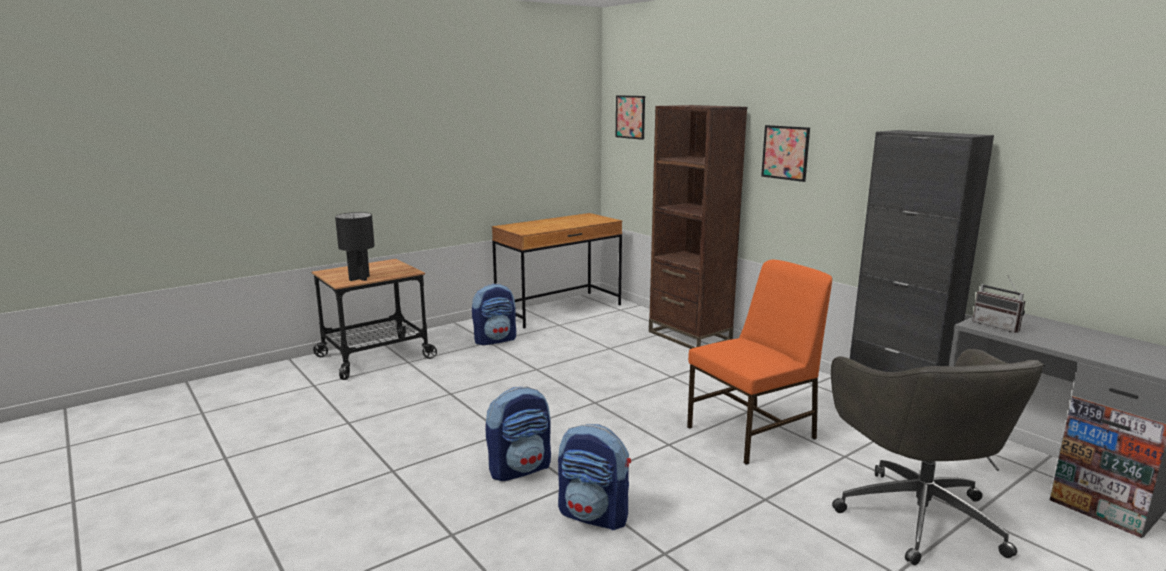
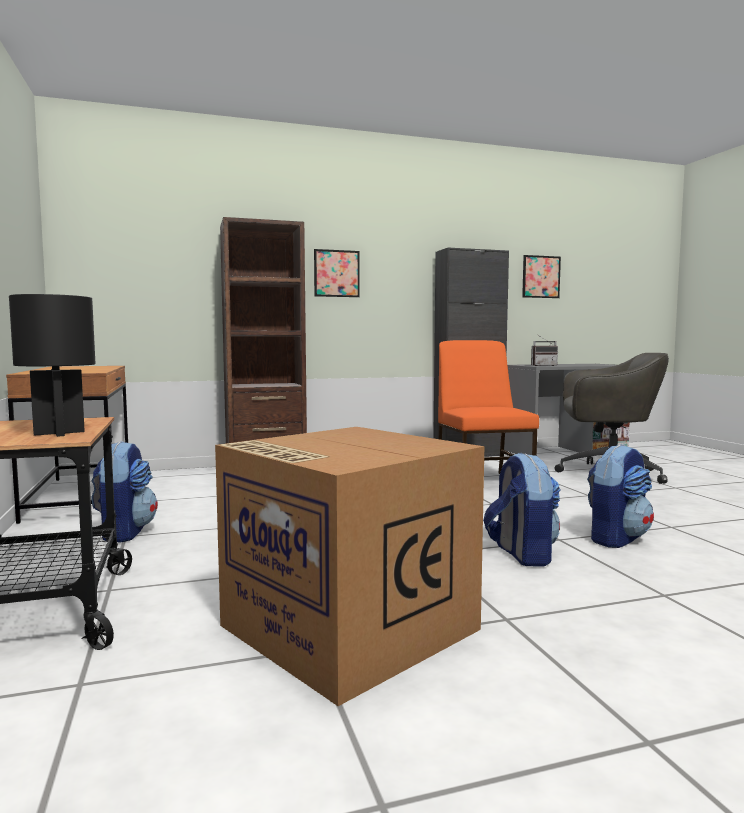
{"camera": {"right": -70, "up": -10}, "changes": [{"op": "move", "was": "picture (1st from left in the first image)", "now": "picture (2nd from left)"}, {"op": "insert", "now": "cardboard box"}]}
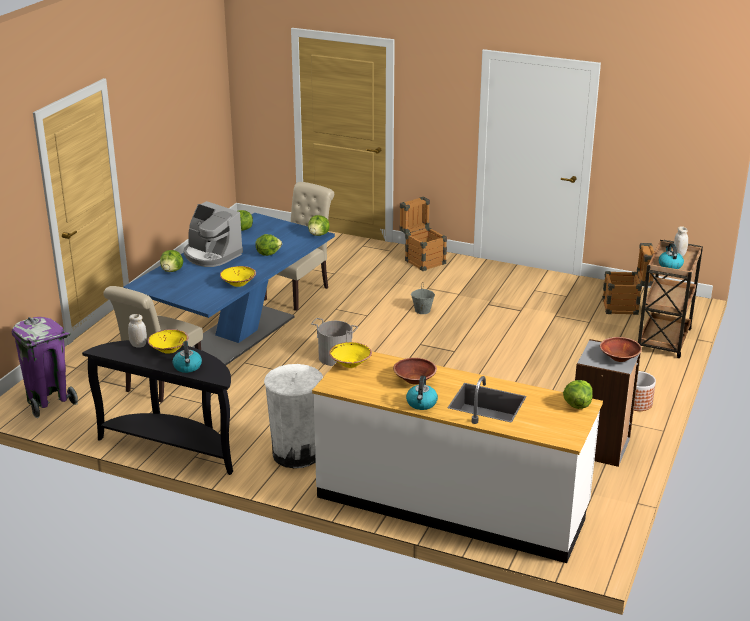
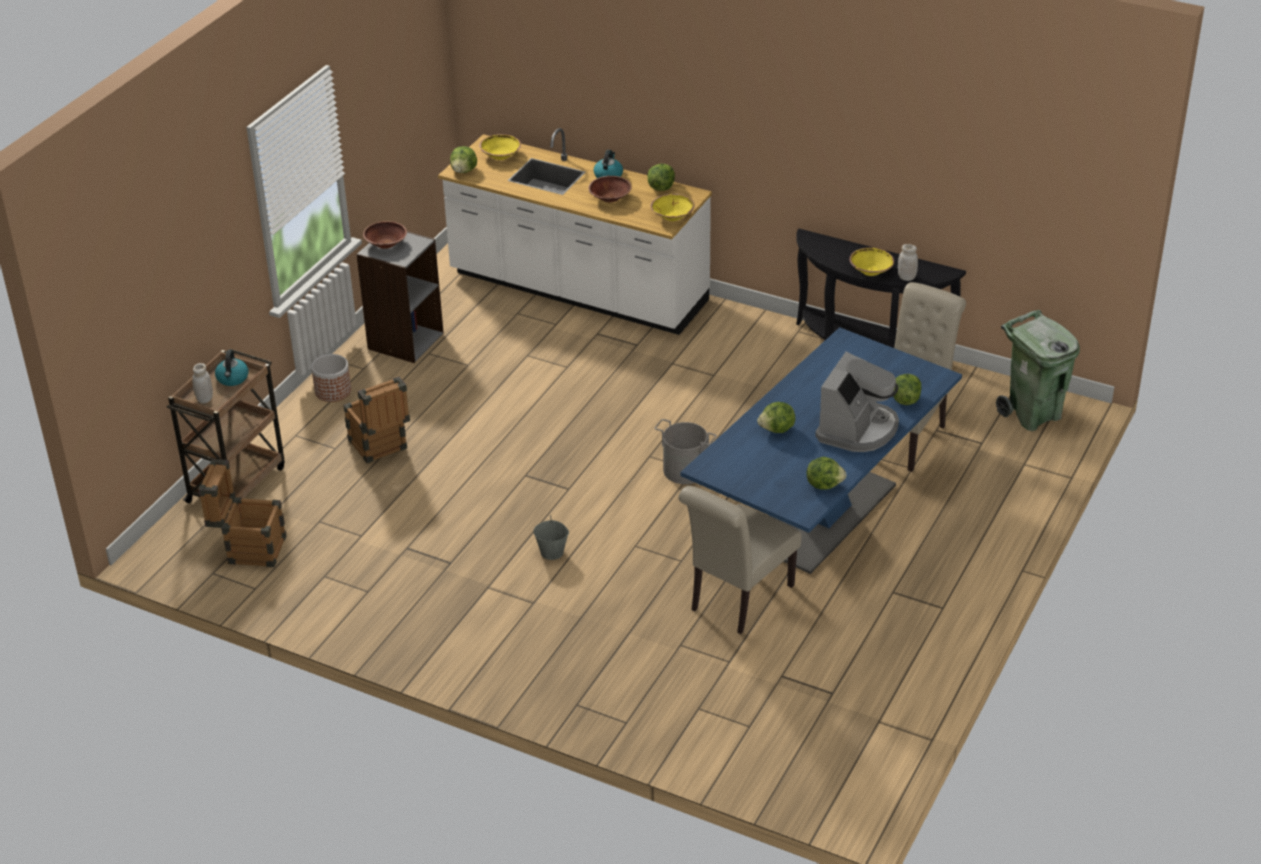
{"camera": {"right": -175, "up": 10}, "changes": [{"op": "move", "was": "crate (1st from left in the first image)", "now": "crate (2nd from left)"}, {"op": "rotate", "was": "coffee machine", "clockwise": 75}, {"op": "move", "was": "lettuce (4th from left in the first image)", "now": "lettuce (2nd from left)"}, {"op": "move", "was": "yellow bowl (2nd from left in the first image)", "now": "yellow bowl (1st from left)"}, {"op": "recolor", "was": "purple trash can", "now": "green trash can"}, {"op": "delete", "was": "kettle (1st from left)"}, {"op": "delete", "was": "white trash can"}]}
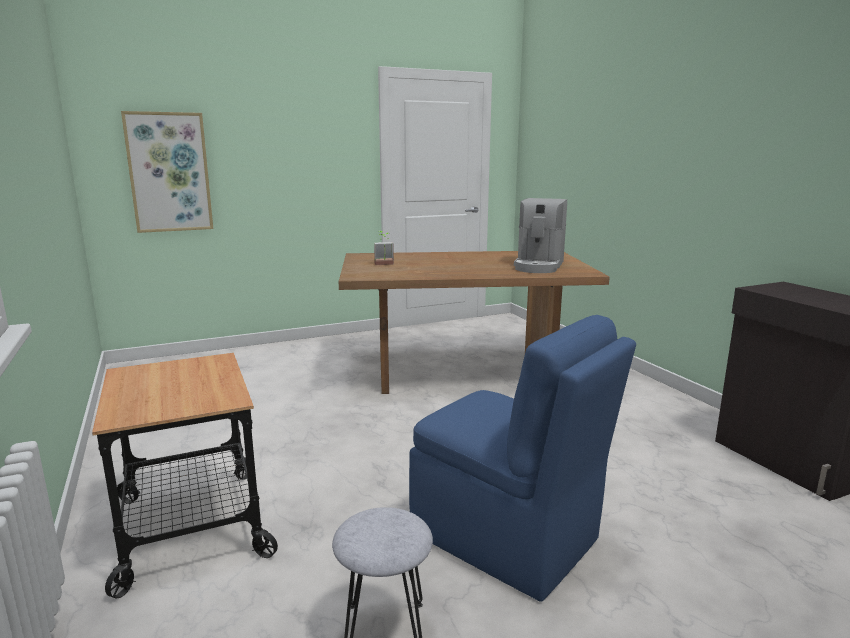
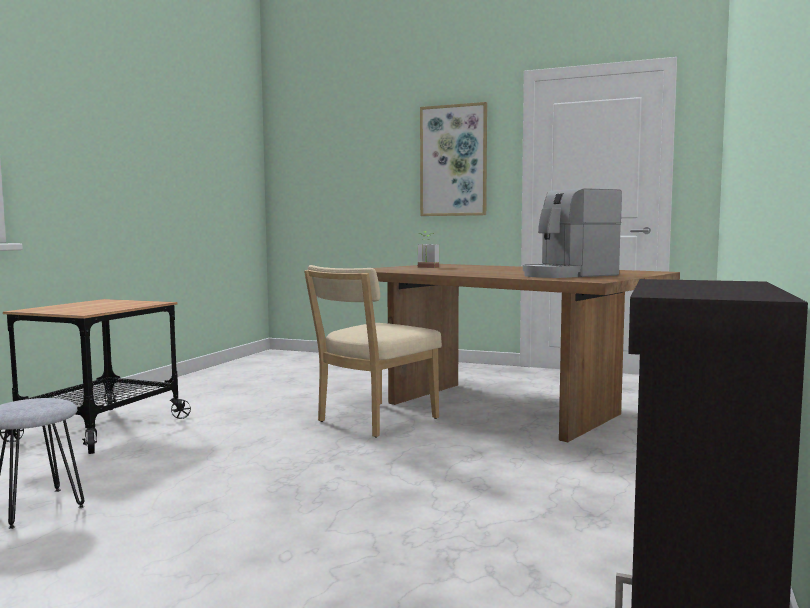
{"camera": {"right": 45, "up": -10}, "changes": [{"op": "move", "was": "picture"}, {"op": "delete", "was": "blue chair"}, {"op": "insert", "now": "beige chair"}]}
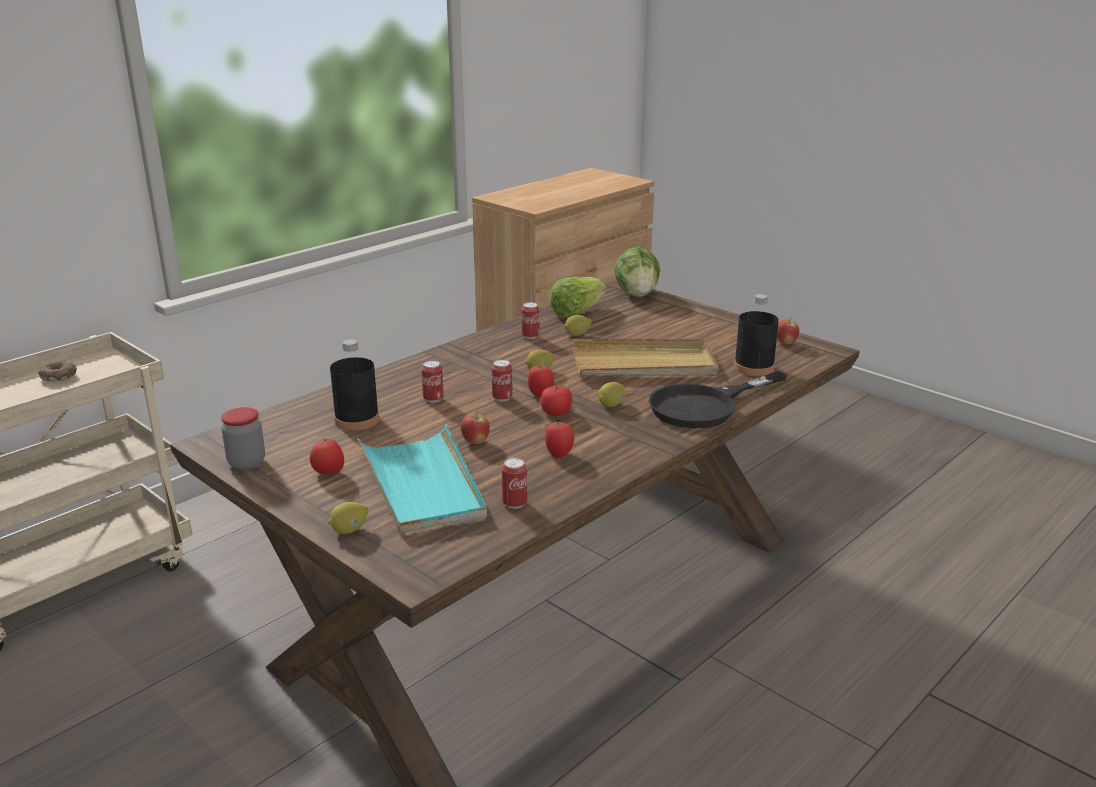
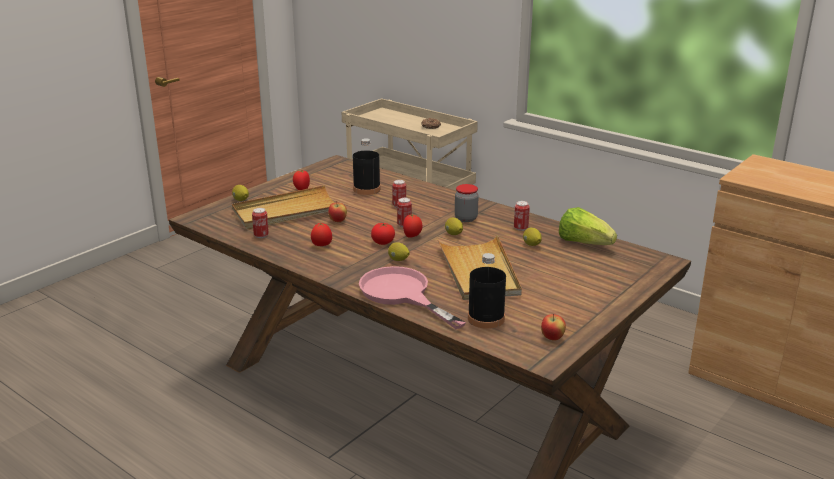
{"camera": {"right": 85, "up": 0}, "changes": [{"op": "delete", "was": "lettuce (2nd from left)"}, {"op": "recolor", "was": "black frying pan", "now": "pink frying pan"}, {"op": "move", "was": "jar"}, {"op": "recolor", "was": "turquoise tray", "now": "beige tray (1st from left)"}]}
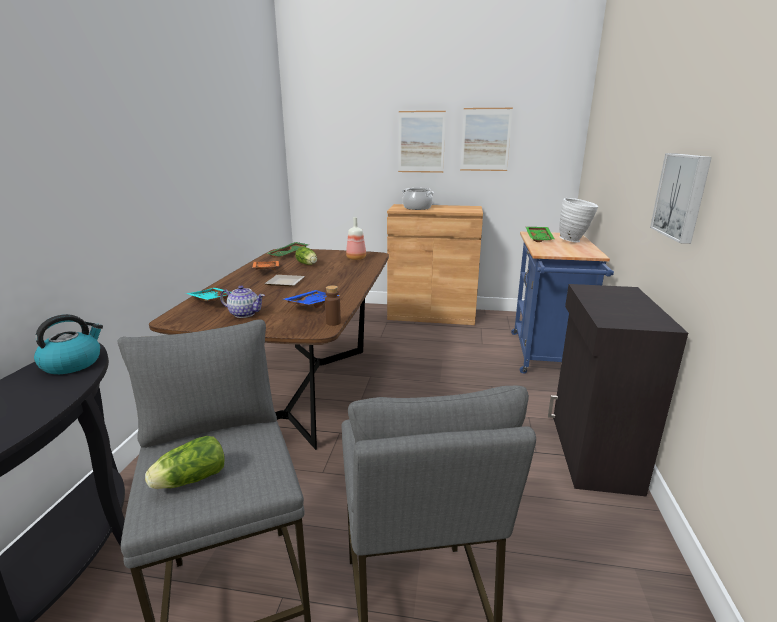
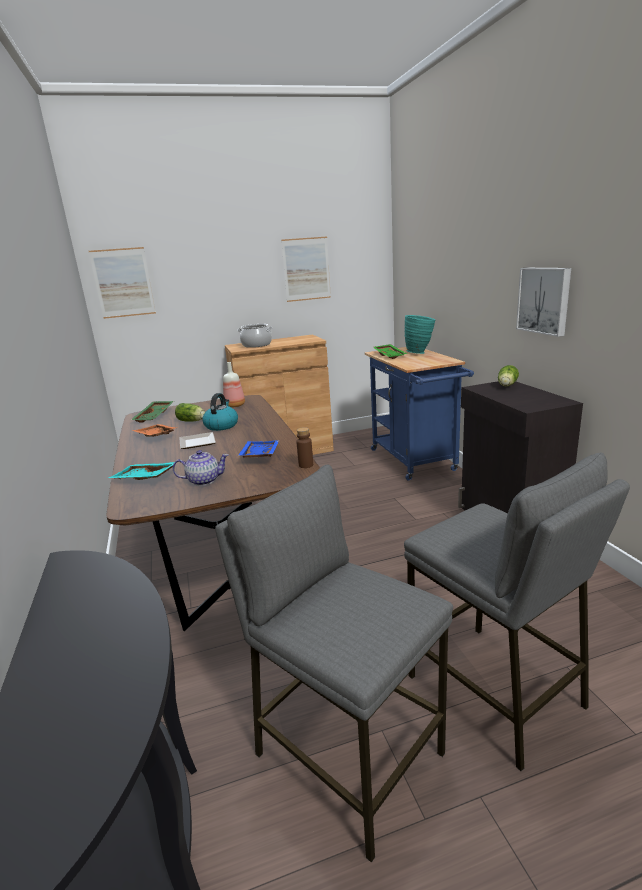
{"camera": {"right": -25, "up": 0}, "changes": [{"op": "move", "was": "picture (1st from left)"}, {"op": "recolor", "was": "white vase", "now": "turquoise vase"}, {"op": "move", "was": "kettle"}, {"op": "move", "was": "lettuce (1st from left in the first image)", "now": "lettuce (2nd from left)"}]}
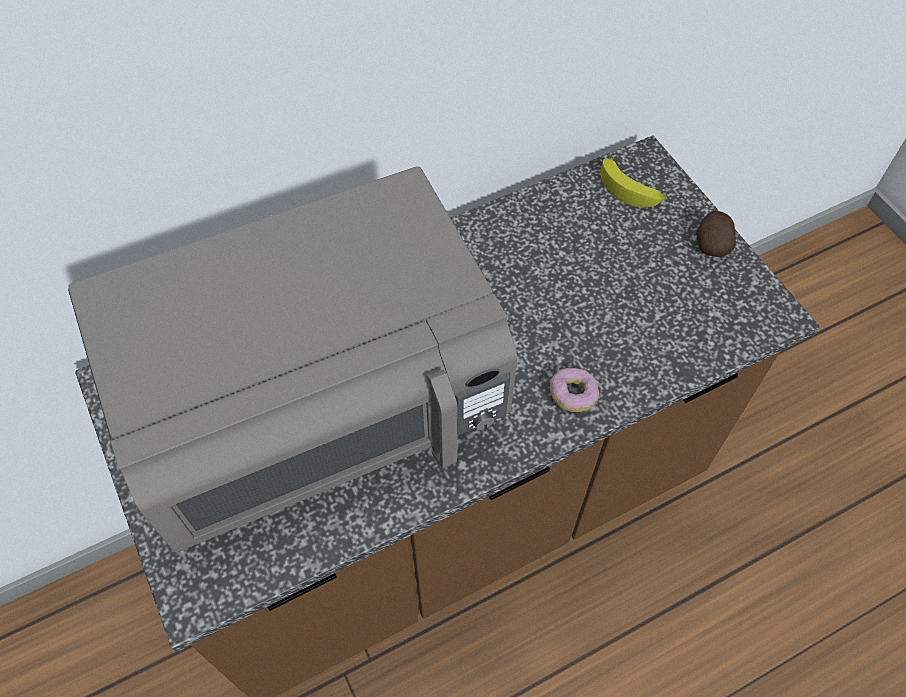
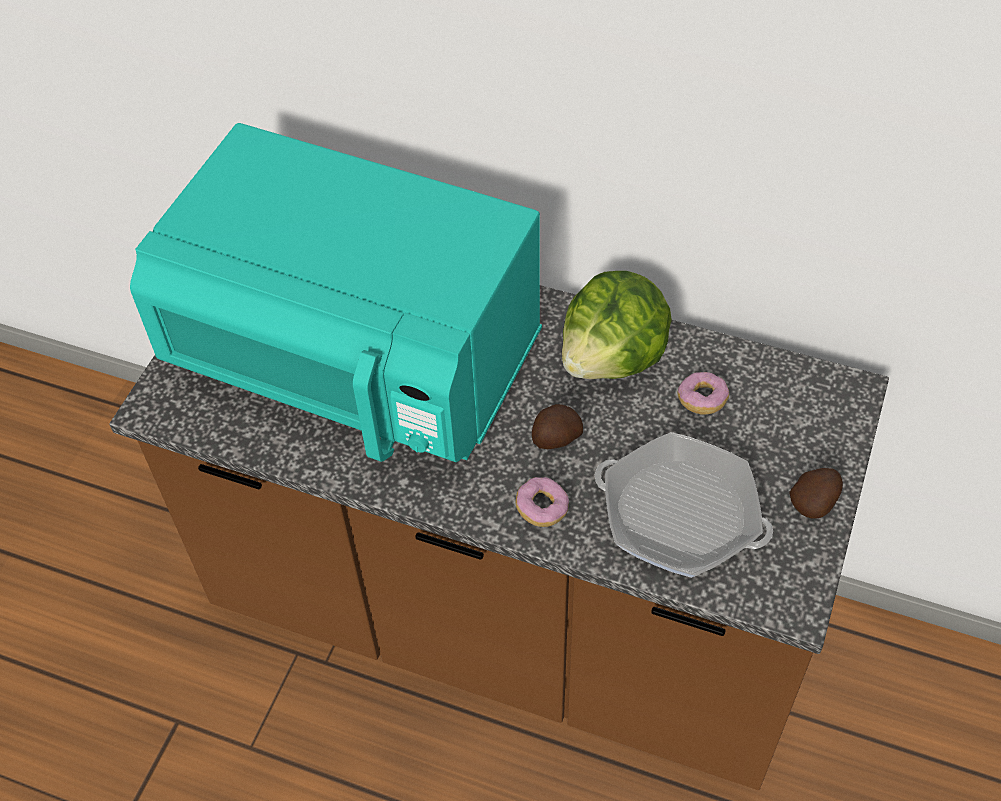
{"camera": {"right": 50, "up": -5}, "changes": [{"op": "delete", "was": "banana"}, {"op": "recolor", "was": "grey microwave", "now": "turquoise microwave"}, {"op": "insert", "now": "lettuce"}, {"op": "insert", "now": "donut (2nd from left)"}, {"op": "insert", "now": "potato (1st from left)"}, {"op": "insert", "now": "frying pan"}]}
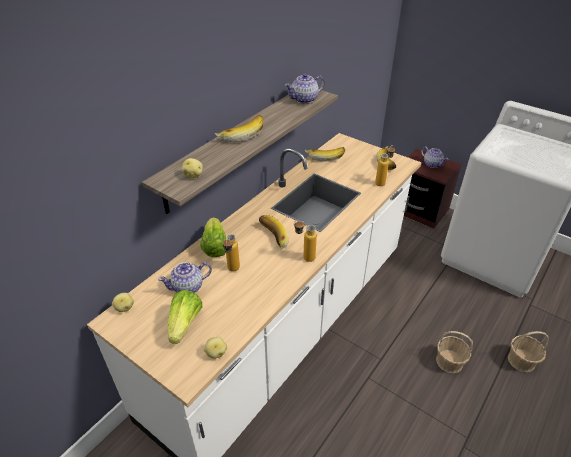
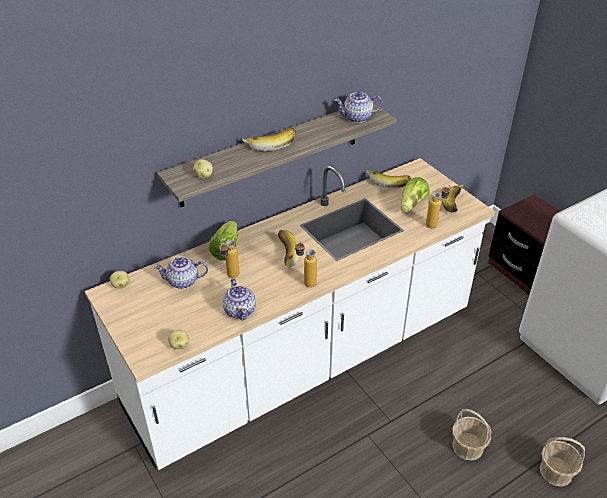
{"camera": {"right": 20, "up": 0}, "changes": [{"op": "move", "was": "teapot (3rd from left in the first image)", "now": "teapot (2nd from left)"}, {"op": "move", "was": "lettuce (1st from left in the first image)", "now": "lettuce (2nd from left)"}]}
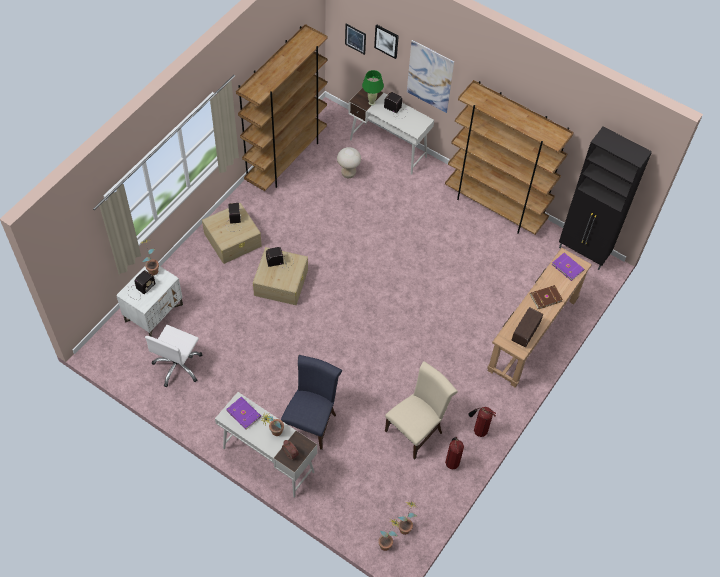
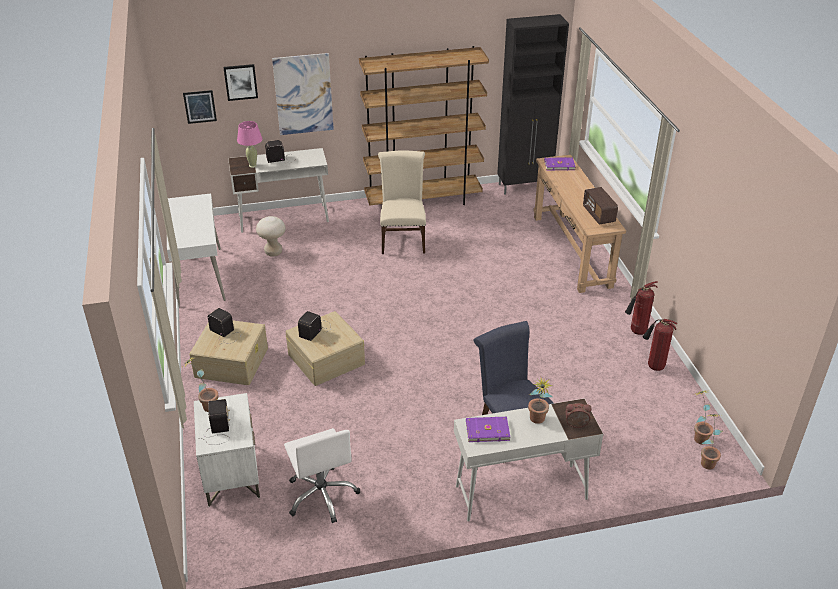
{"camera": {"right": -45, "up": -20}, "changes": [{"op": "replace", "was": "brown bookcase (1st from left)", "now": "white desk (1st from left)"}, {"op": "recolor", "was": "green table lamp", "now": "pink table lamp"}, {"op": "delete", "was": "brown book"}, {"op": "move", "was": "beige chair"}]}
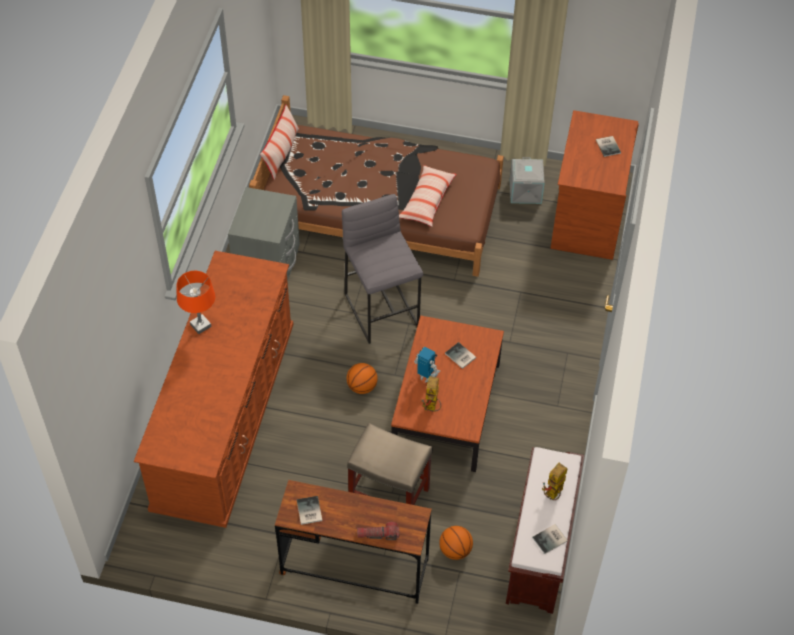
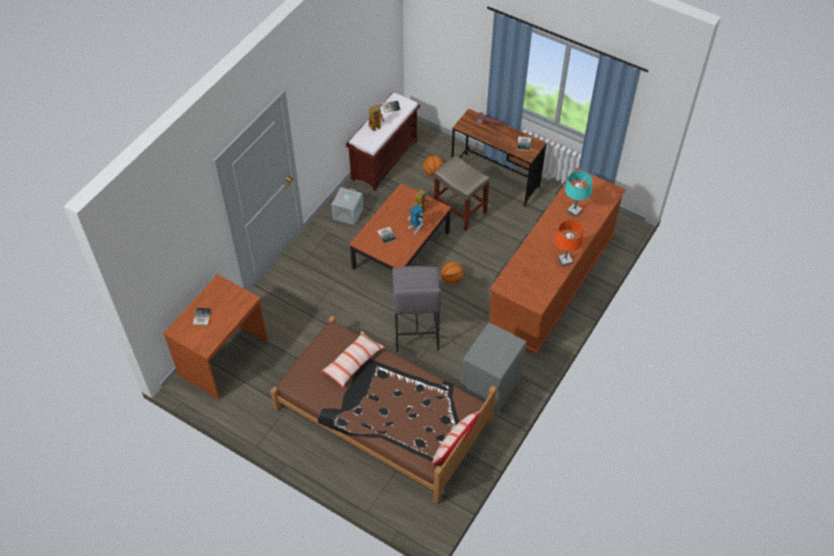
{"camera": {"right": -160, "up": 0}, "changes": [{"op": "move", "was": "grey storage box"}, {"op": "insert", "now": "turquoise table lamp"}]}
